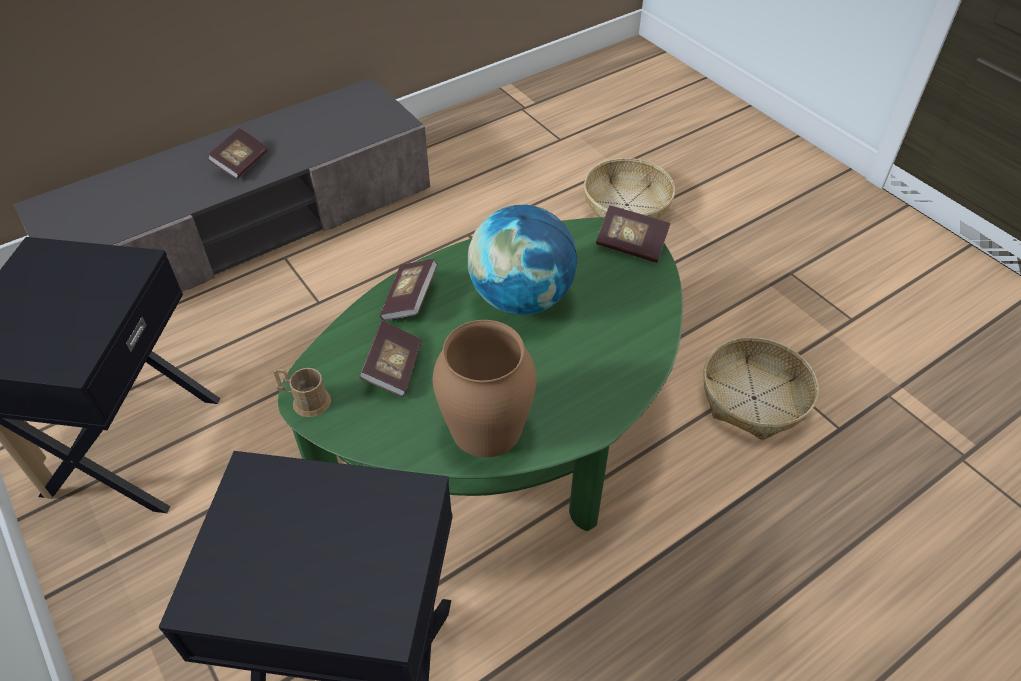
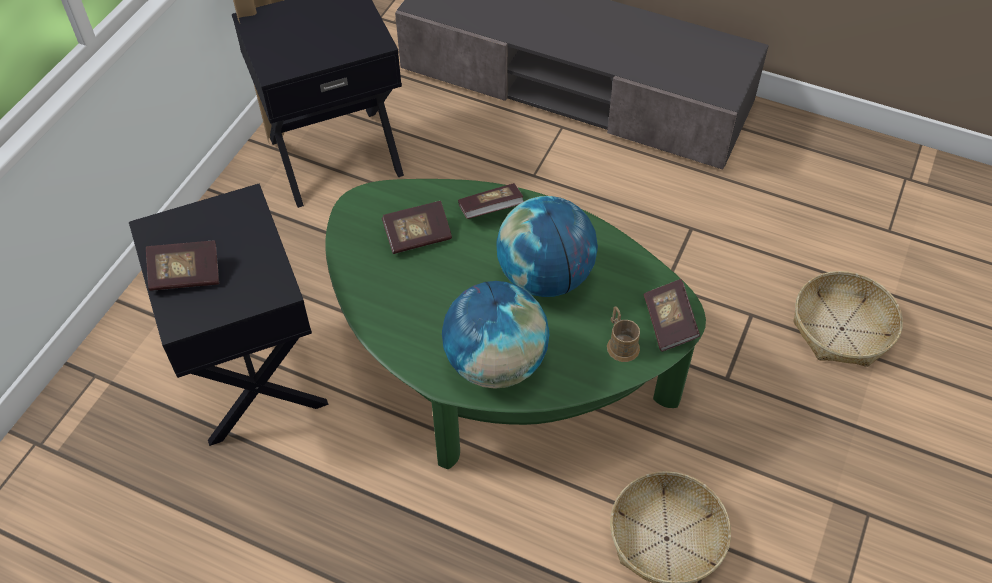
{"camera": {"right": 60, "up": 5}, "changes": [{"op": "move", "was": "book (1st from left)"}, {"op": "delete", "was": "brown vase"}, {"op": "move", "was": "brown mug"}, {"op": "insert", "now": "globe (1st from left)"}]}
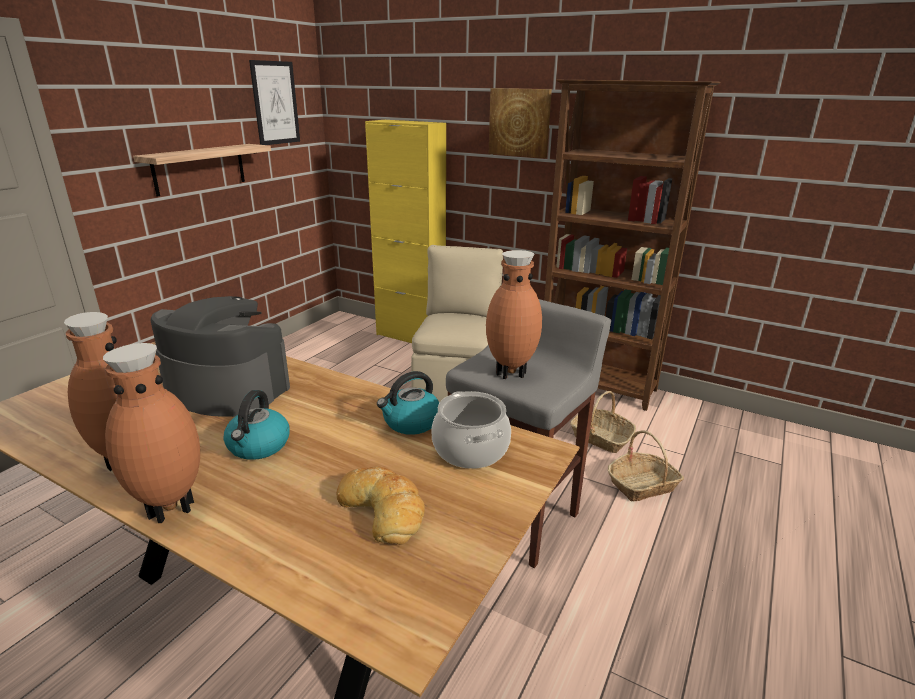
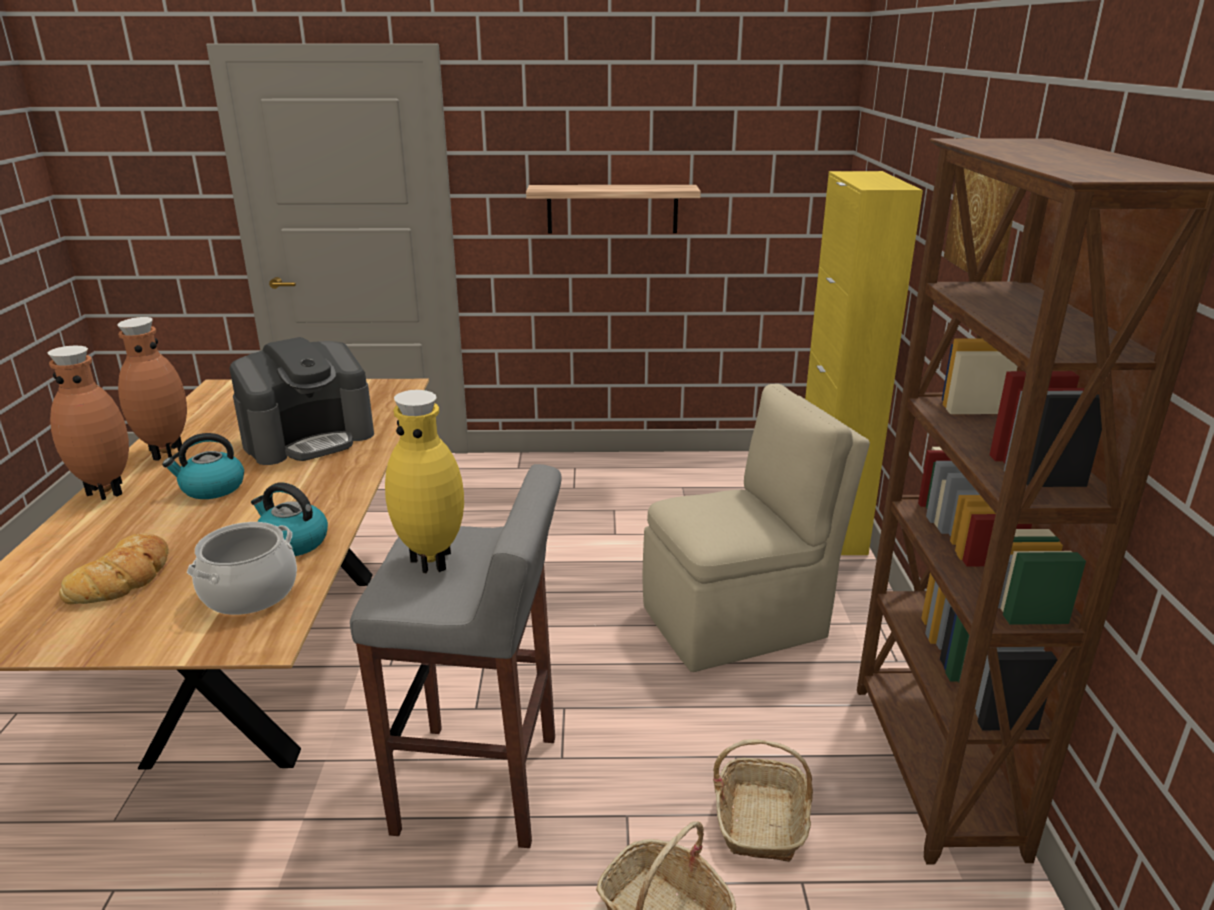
{"camera": {"right": 60, "up": 0}, "changes": [{"op": "delete", "was": "picture (1st from left)"}, {"op": "recolor", "was": "brown vase (3rd from left)", "now": "yellow vase"}, {"op": "rotate", "was": "coffee machine", "clockwise": 60}]}
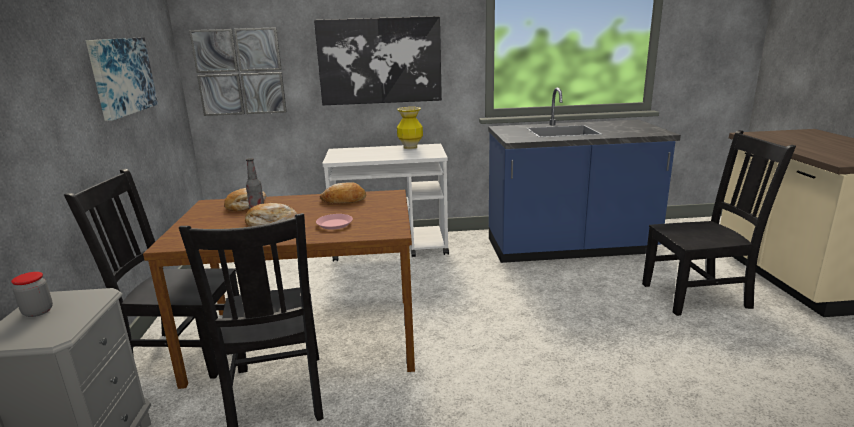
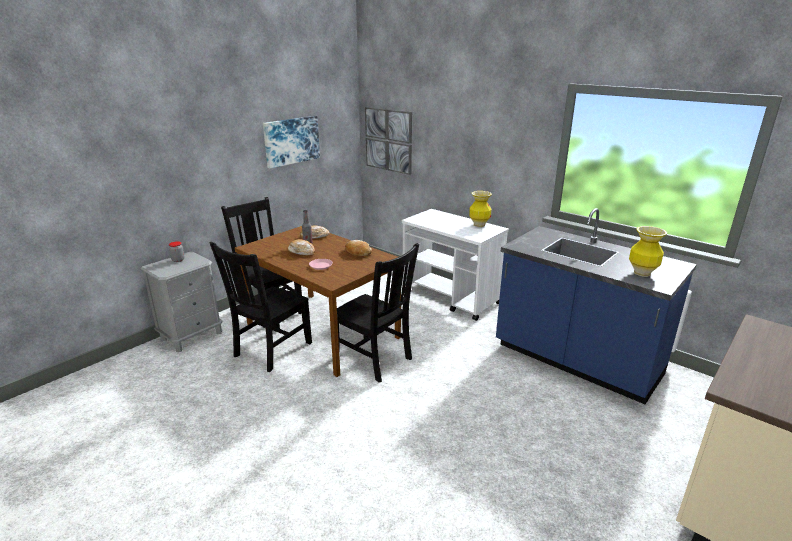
{"camera": {"right": 45, "up": 5}, "changes": [{"op": "delete", "was": "picture (3rd from left)"}, {"op": "move", "was": "black chair (3rd from left)"}, {"op": "insert", "now": "vase (2nd from left)"}]}
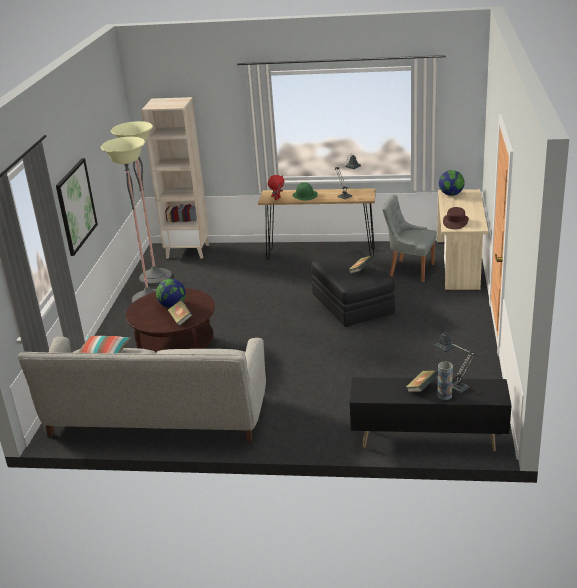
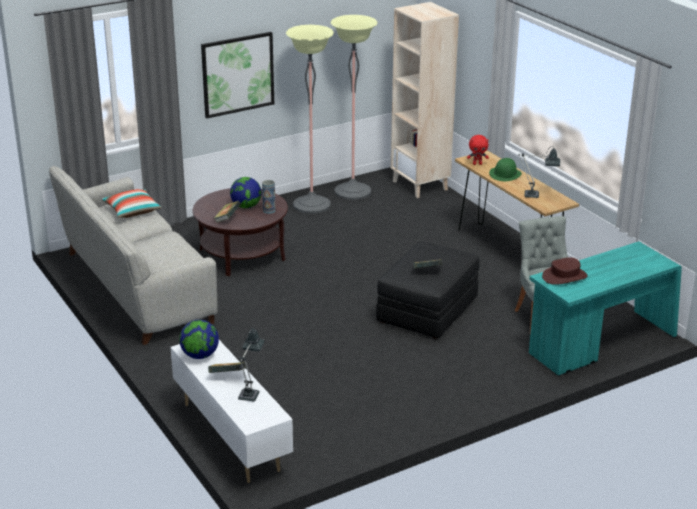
{"camera": {"right": 50, "up": 0}, "changes": [{"op": "move", "was": "globe (2nd from left in the first image)", "now": "globe (1st from left)"}, {"op": "recolor", "was": "beige desk", "now": "turquoise desk"}, {"op": "move", "was": "vase"}, {"op": "recolor", "was": "black tv stand", "now": "white tv stand"}]}
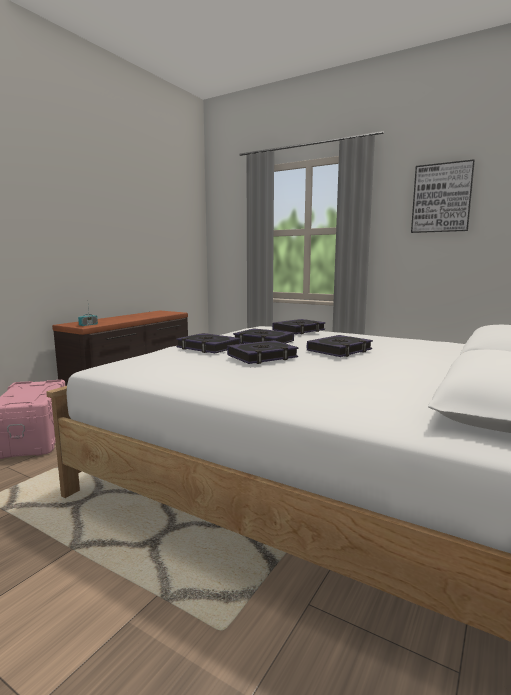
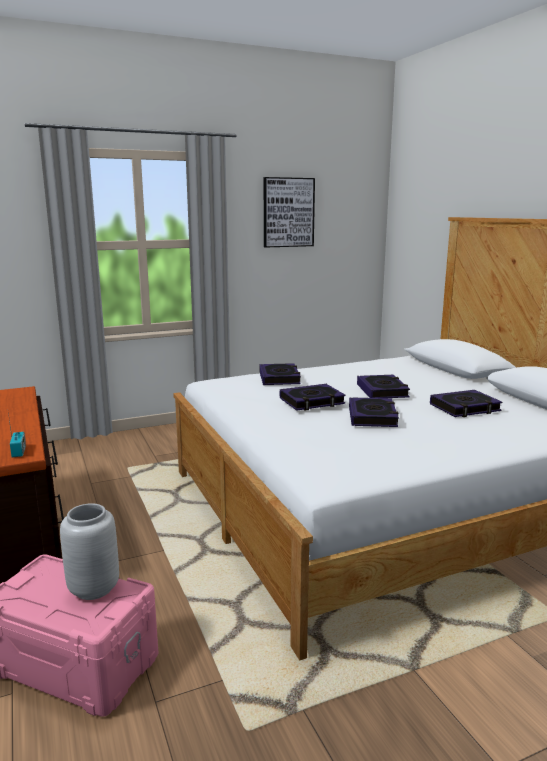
{"camera": {"right": -55, "up": 5}, "changes": [{"op": "move", "was": "book (1st from left in the first image)", "now": "book (5th from left)"}, {"op": "insert", "now": "grey vase"}]}
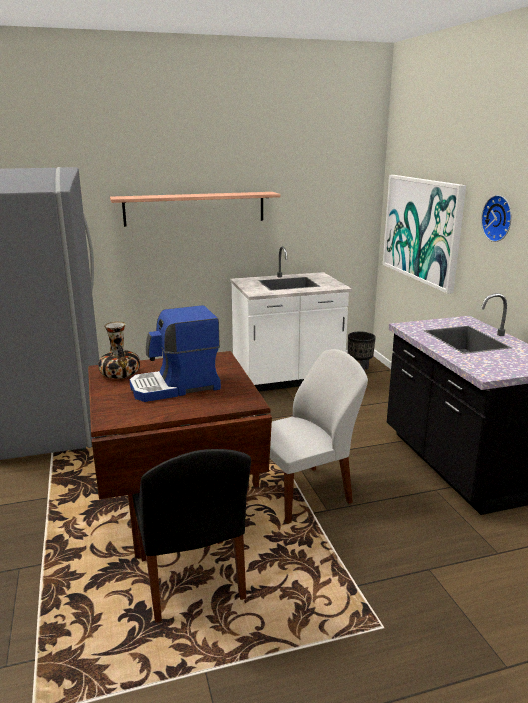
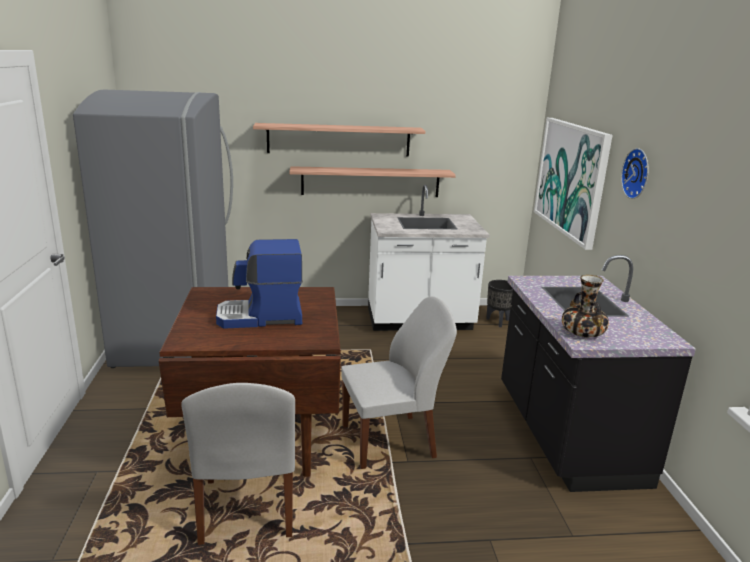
{"camera": {"right": 10, "up": 0}, "changes": [{"op": "move", "was": "vase"}, {"op": "recolor", "was": "black chair", "now": "white chair (1st from left)"}, {"op": "insert", "now": "shelf (2nd from left)"}]}
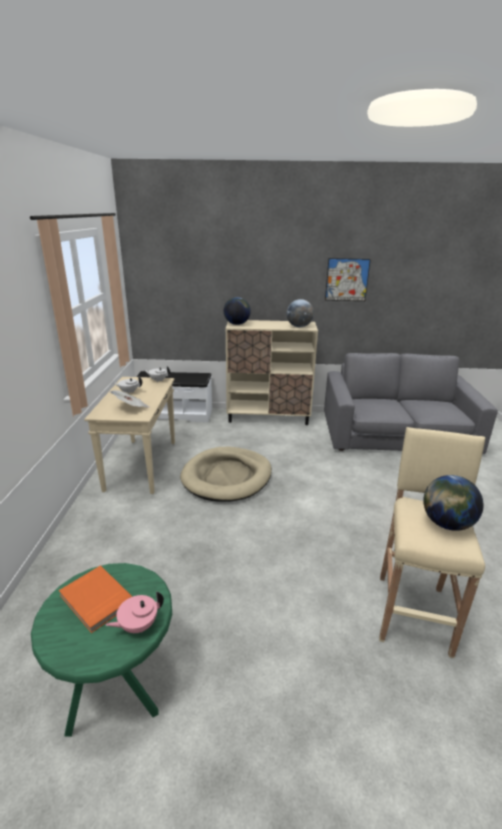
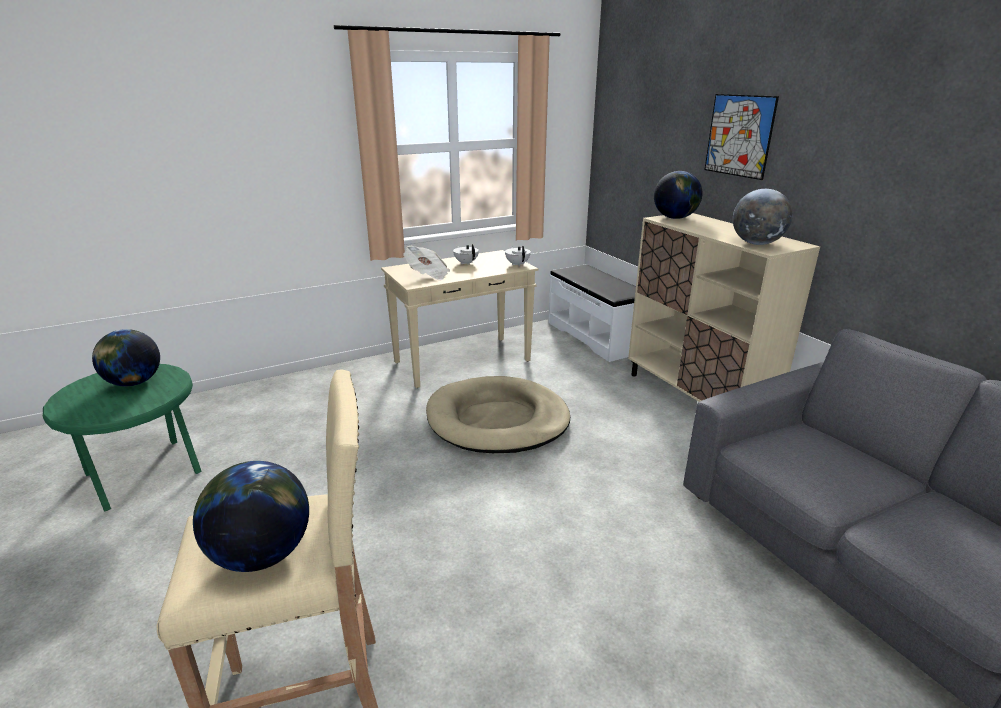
{"camera": {"right": 60, "up": 0}, "changes": [{"op": "move", "was": "picture"}, {"op": "replace", "was": "orange book", "now": "globe (1st from left)"}, {"op": "delete", "was": "pink teapot"}]}
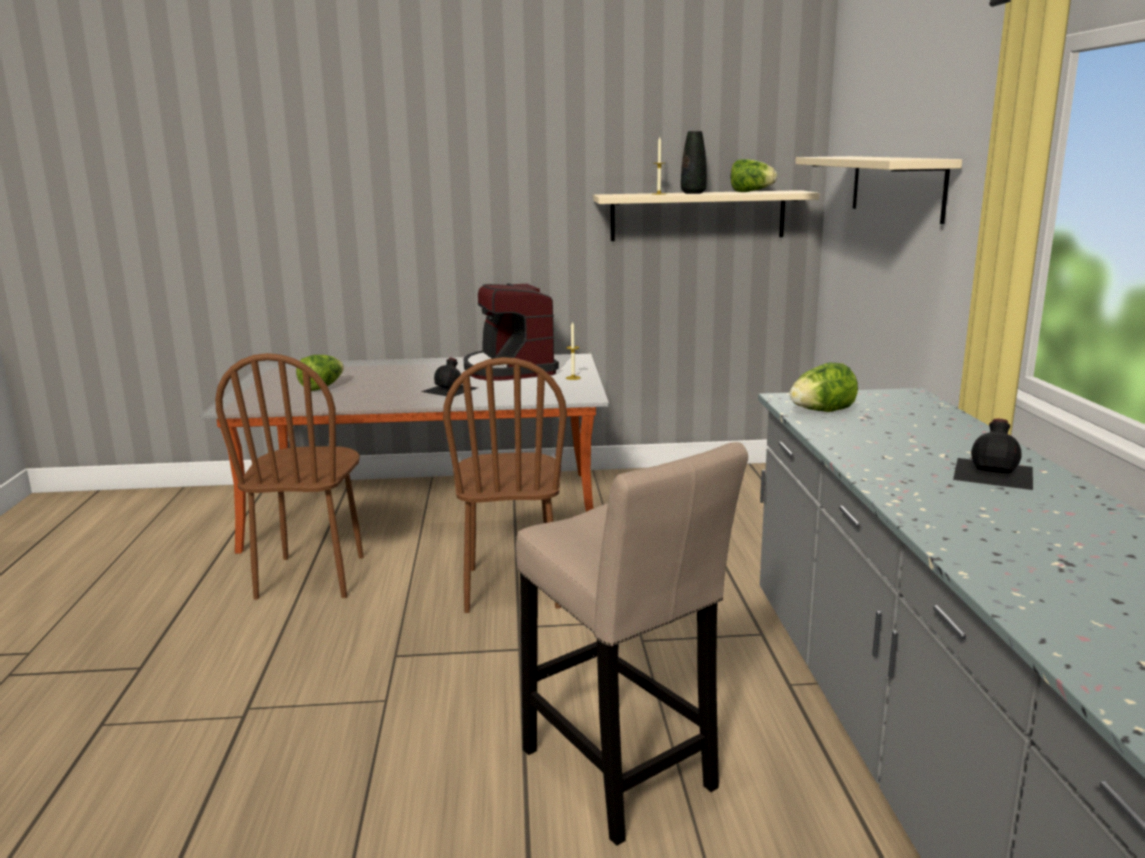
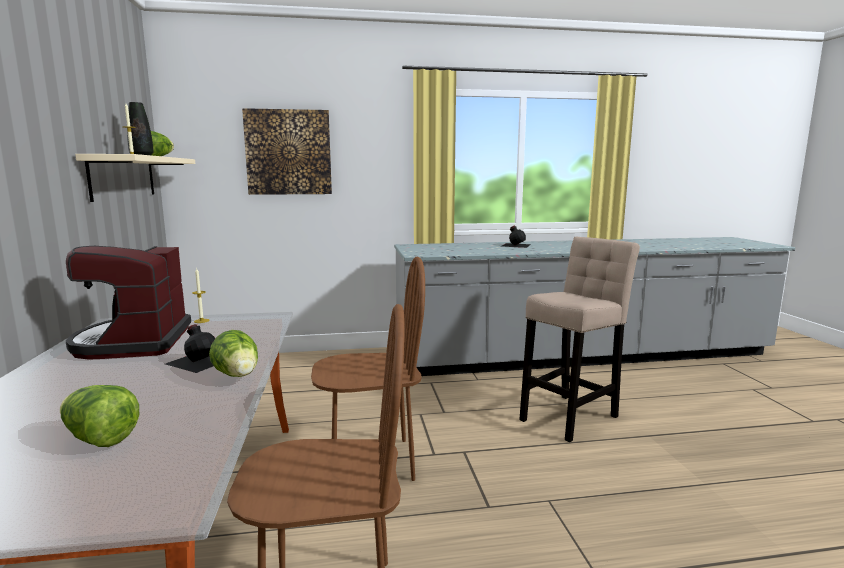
{"camera": {"right": -95, "up": -5}, "changes": [{"op": "replace", "was": "beige shelf (2nd from left)", "now": "picture"}, {"op": "rotate", "was": "coffee machine", "clockwise": 105}, {"op": "move", "was": "lettuce (3rd from left)"}]}
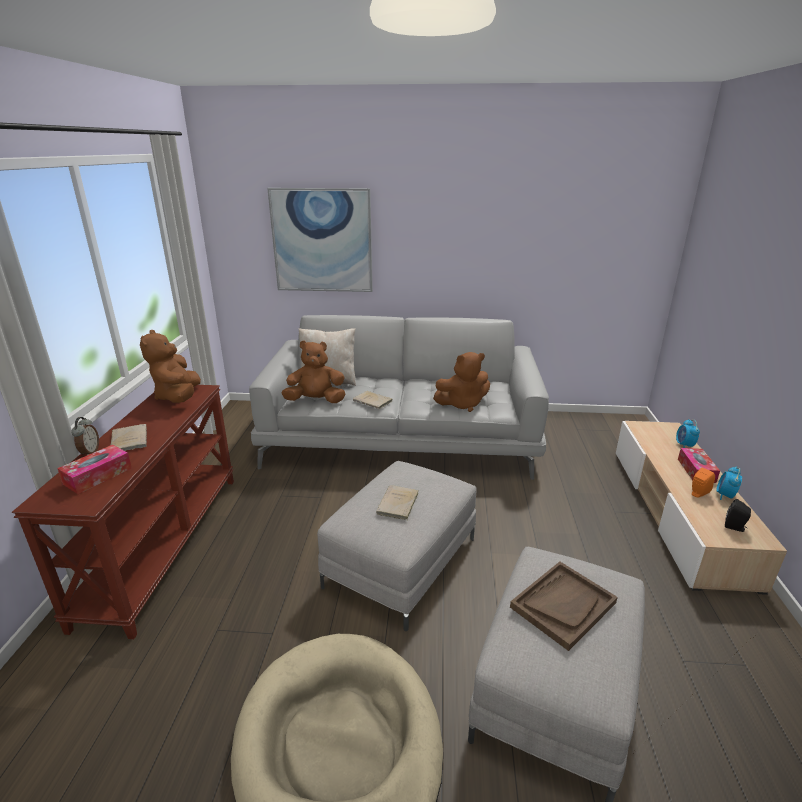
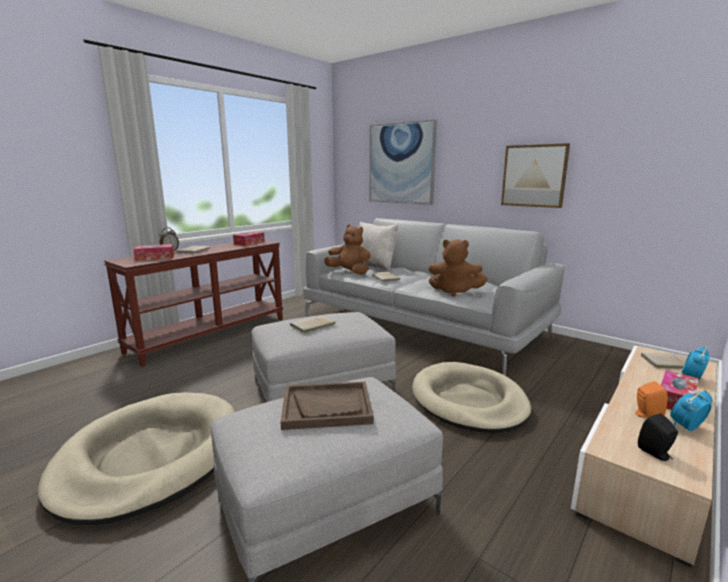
{"camera": {"right": 35, "up": -10}, "changes": [{"op": "replace", "was": "brown plush toy (1st from left)", "now": "tissue box (2nd from left)"}, {"op": "insert", "now": "picture (2nd from left)"}, {"op": "insert", "now": "beige book (4th from left)"}, {"op": "insert", "now": "beige dog bed (2nd from left)"}]}
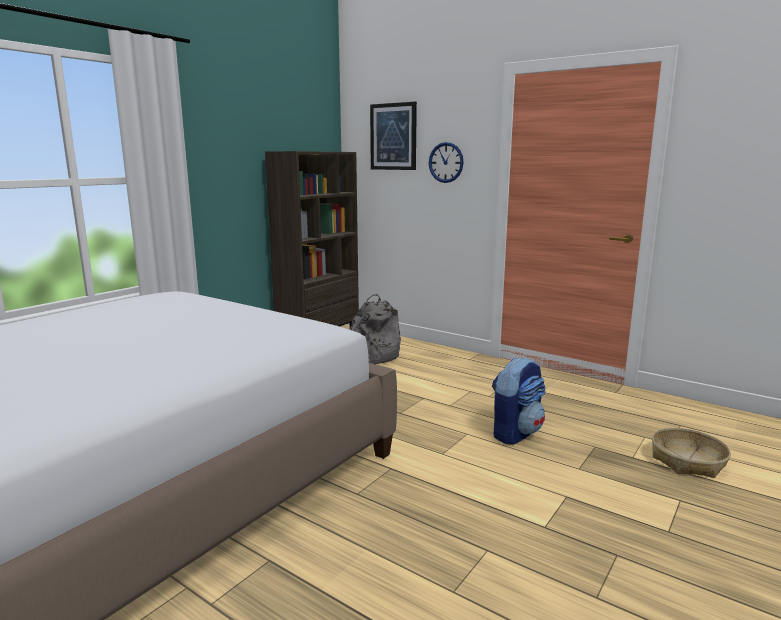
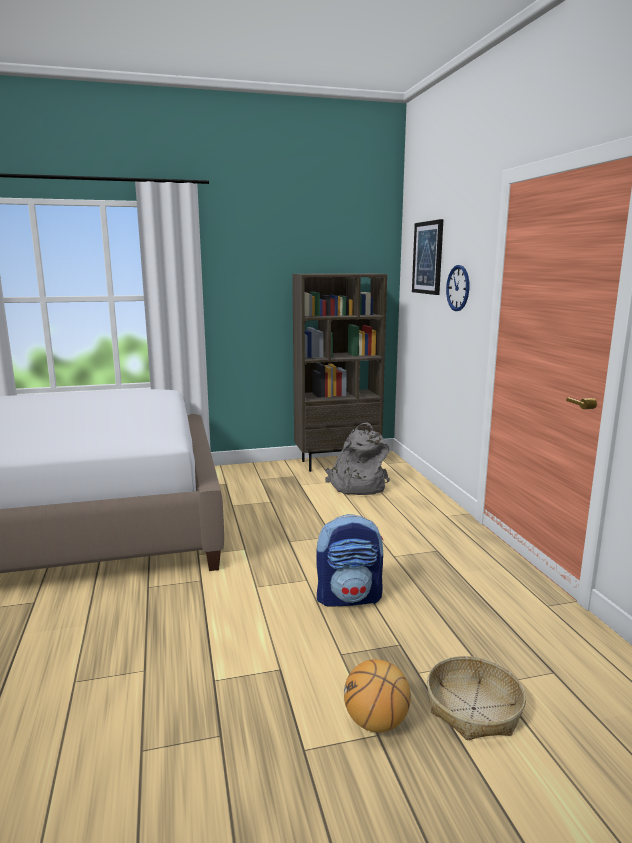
{"camera": {"right": 40, "up": 0}, "changes": [{"op": "insert", "now": "basketball"}]}
